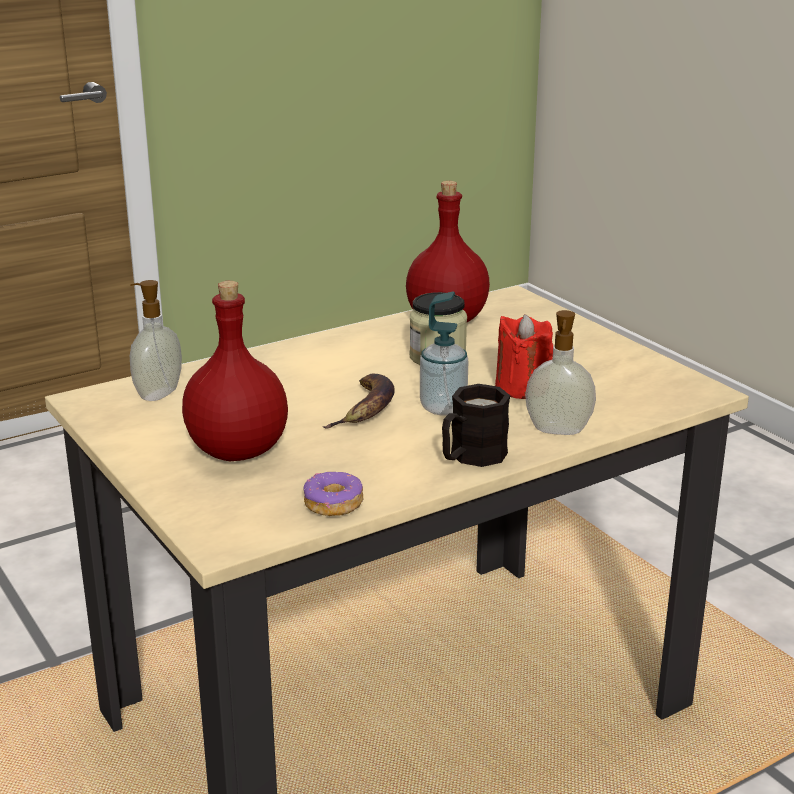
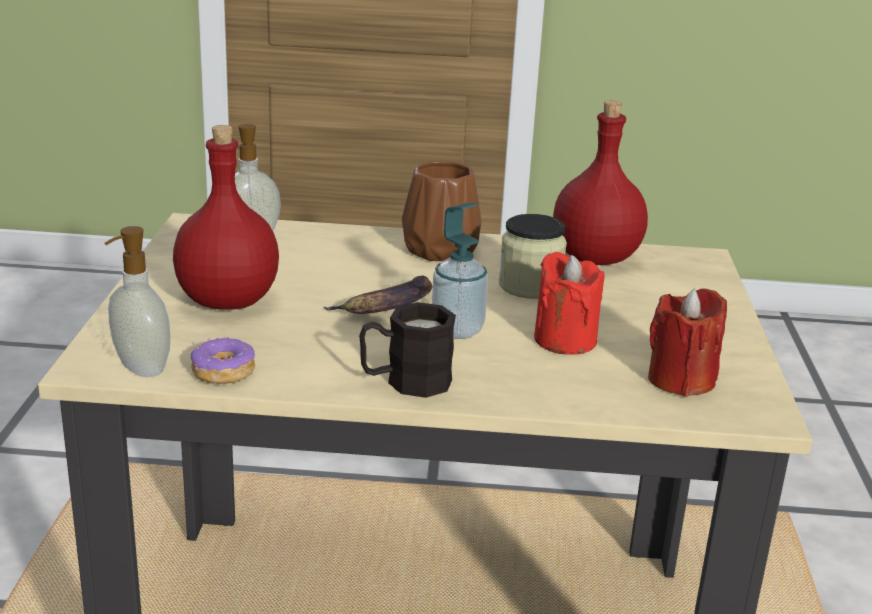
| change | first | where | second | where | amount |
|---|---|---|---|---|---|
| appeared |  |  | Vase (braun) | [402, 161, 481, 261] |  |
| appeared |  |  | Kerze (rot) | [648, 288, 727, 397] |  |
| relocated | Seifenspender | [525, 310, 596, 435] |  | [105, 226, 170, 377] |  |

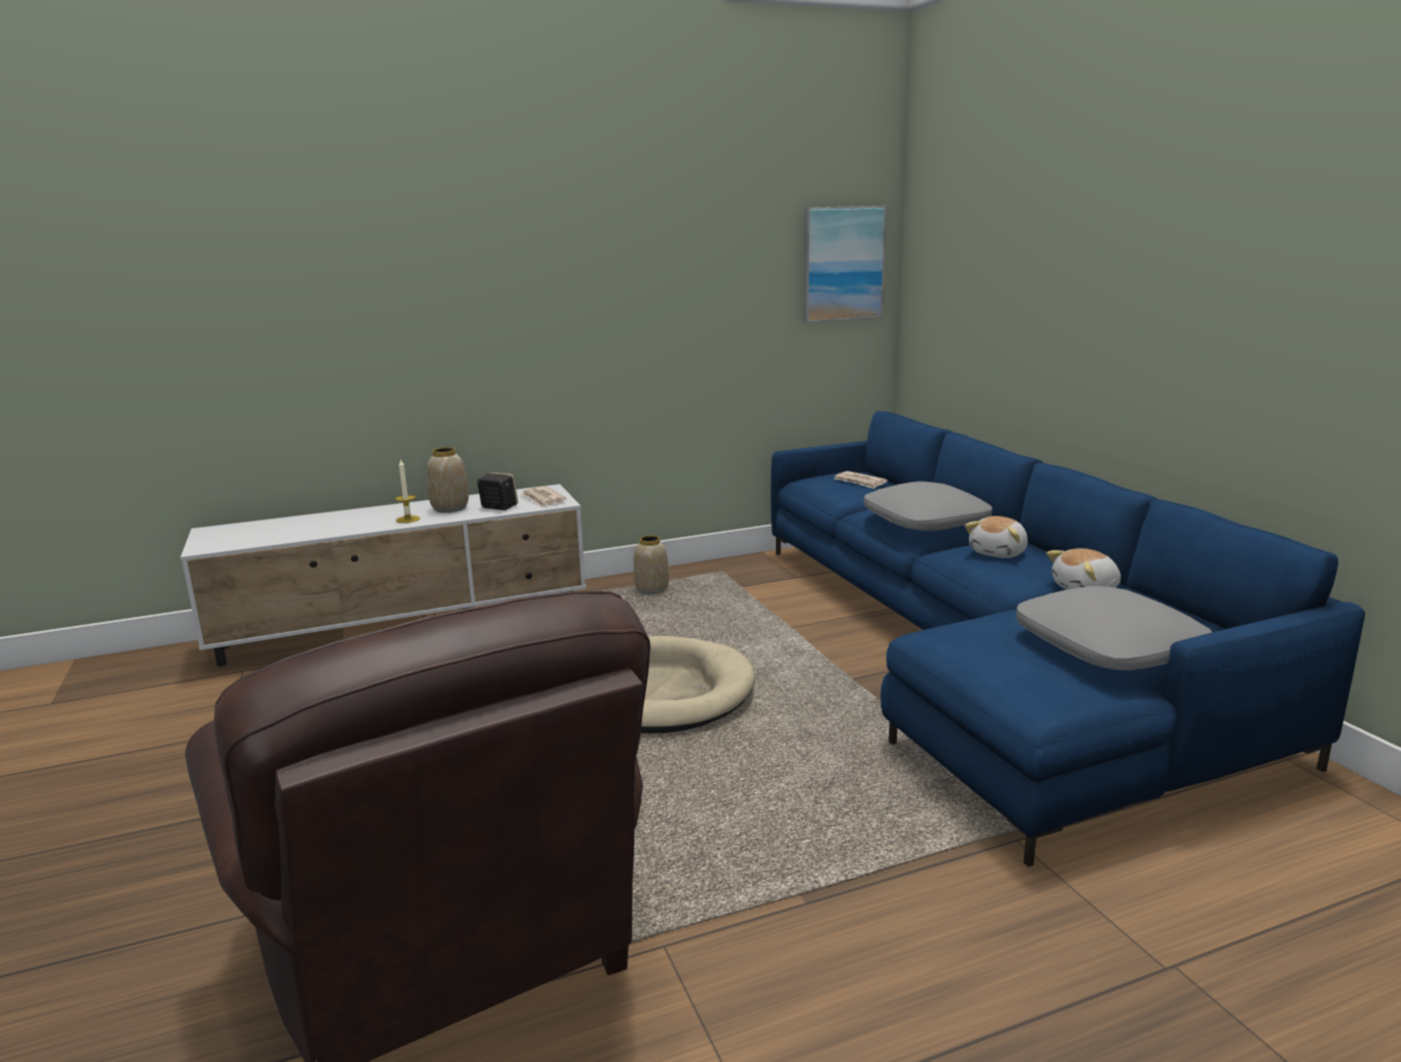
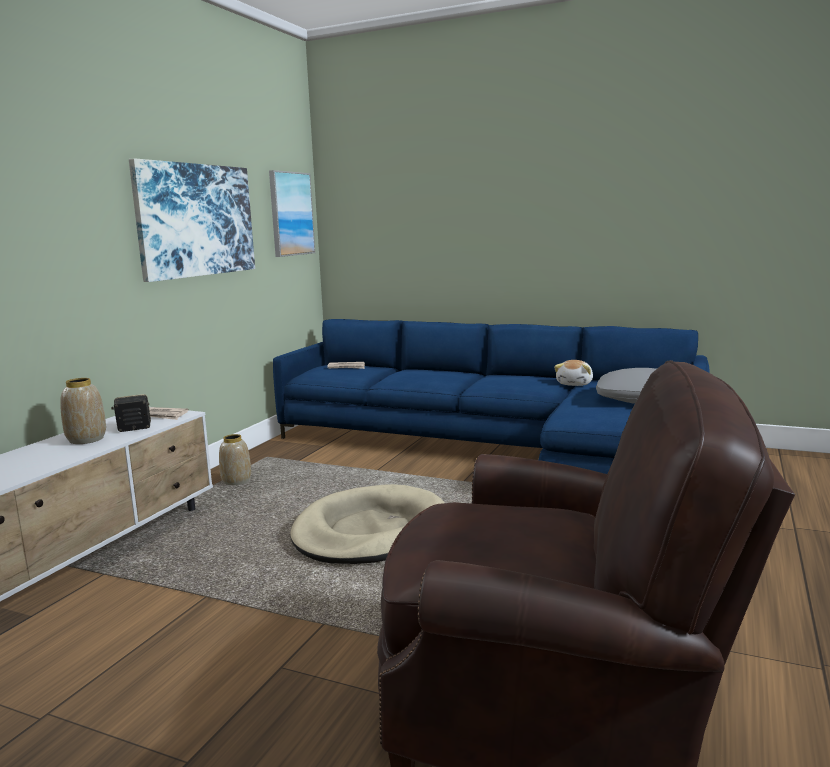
| change | first | where | second | where | amount |
|---|---|---|---|---|---|
| missing | Kerze | [395, 460, 420, 523] |  |  |  |
| missing | Kissen (grau) | [864, 481, 992, 531] |  |  |  |
| missing | Plüschtier | [965, 516, 1028, 558] |  |  |  |
| appeared |  |  | Bild | [129, 158, 255, 282] |  |

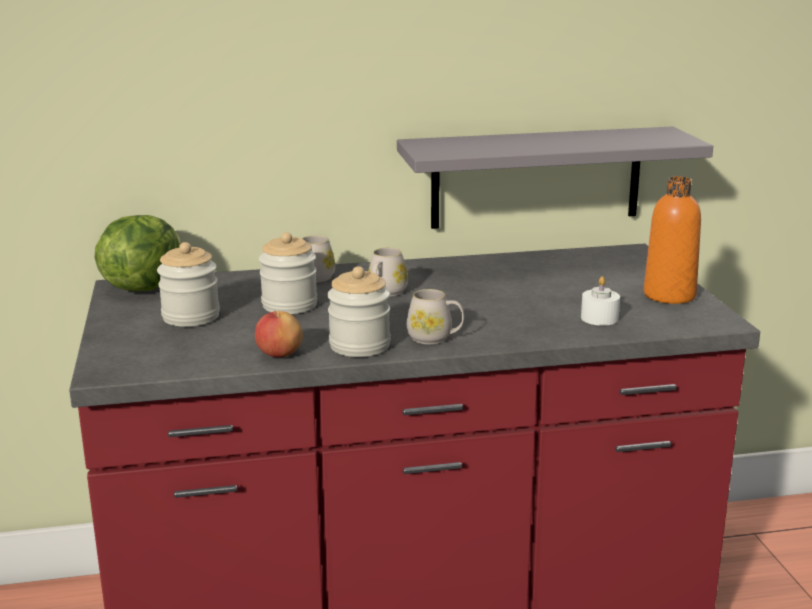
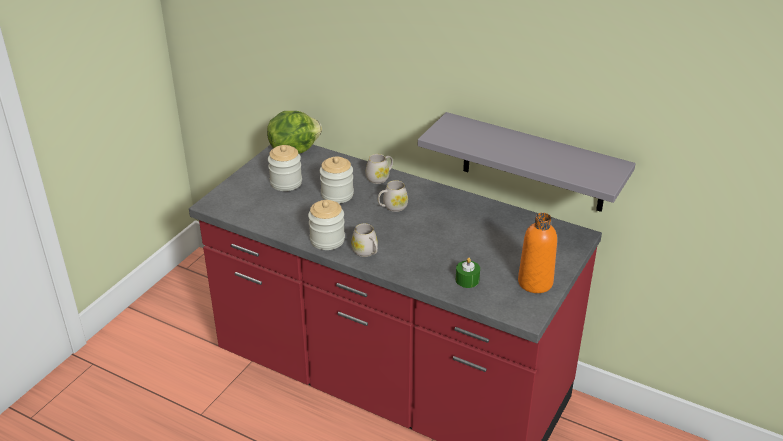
| change | first | where | second | where | amount |
|---|---|---|---|---|---|
| missing | Apfel | [255, 310, 303, 357] |  |  |  |
| colour | Kerze (weiß) | [581, 276, 620, 326] | Kerze (grün) | [456, 258, 480, 288] |  |

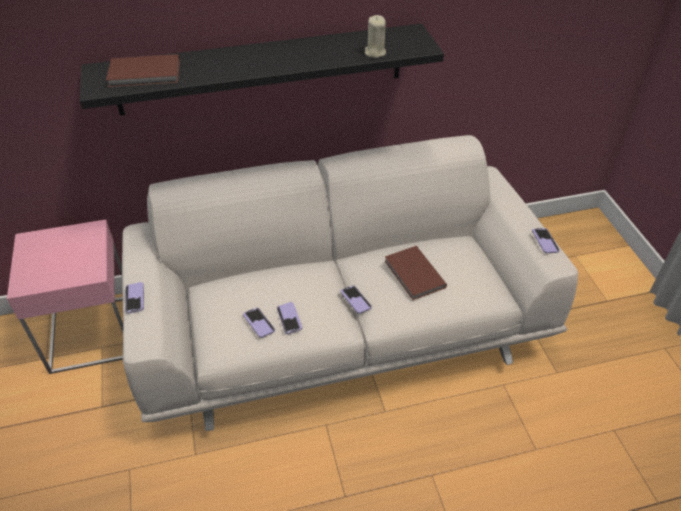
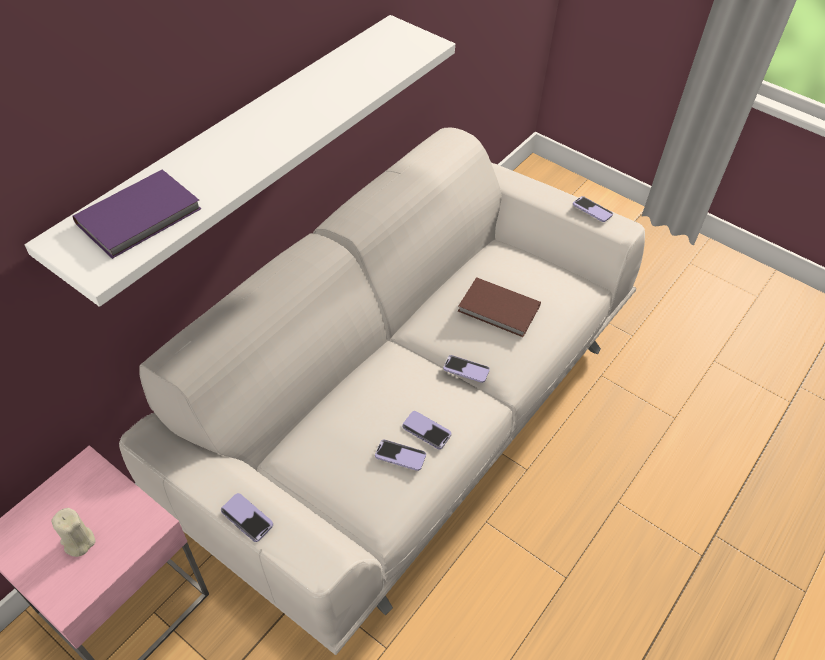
| change | first | where | second | where | amount |
|---|---|---|---|---|---|
| relocated | Kerze (beige) | [365, 15, 386, 58] |  | [51, 508, 95, 557] |  |
| colour | Wandregal (schwarz) | [80, 23, 444, 116] | Wandregal (weiß) | [25, 15, 455, 307] |  |
| colour | Buch (braun) | [106, 54, 180, 87] | Buch (lila) | [72, 170, 201, 259] |  |

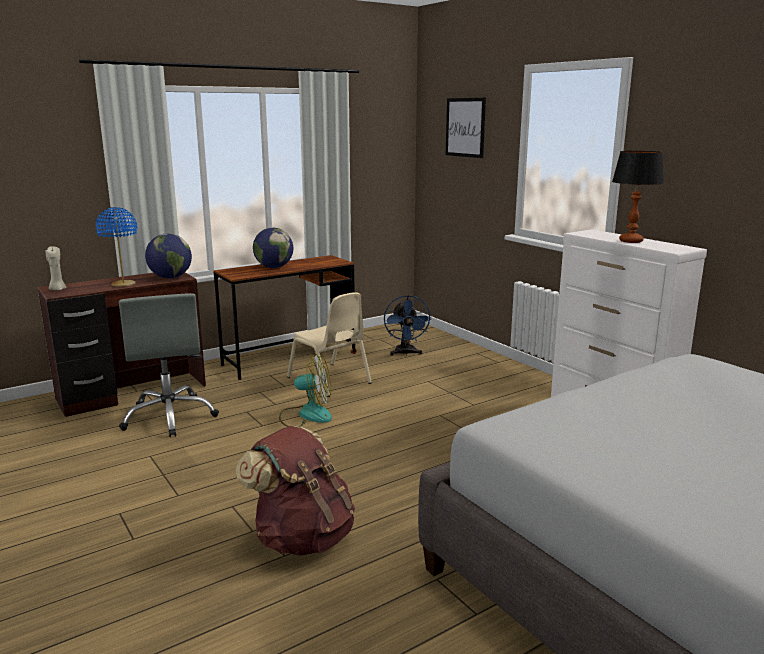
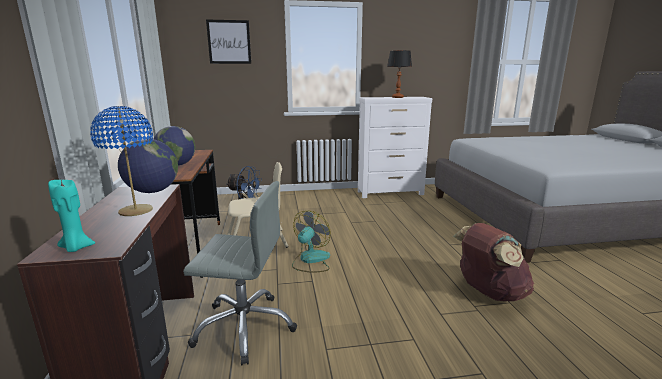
| change | first | where | second | where | amount |
|---|---|---|---|---|---|
| colour | Kerze (beige) | [46, 246, 67, 290] | Kerze (türkis) | [48, 180, 95, 252] |  |

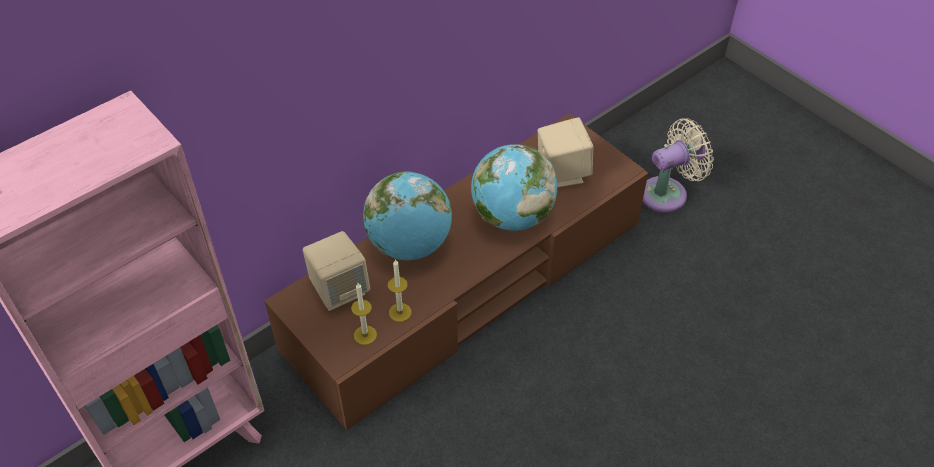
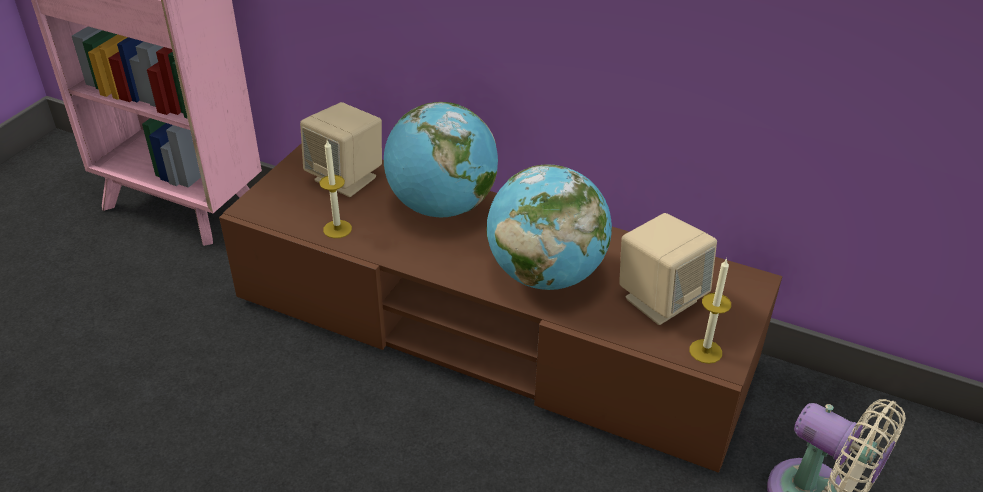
| change | first | where | second | where | amount |
|---|---|---|---|---|---|
| relocated | Kerze | [351, 283, 377, 345] |  | [689, 258, 731, 364] |  |

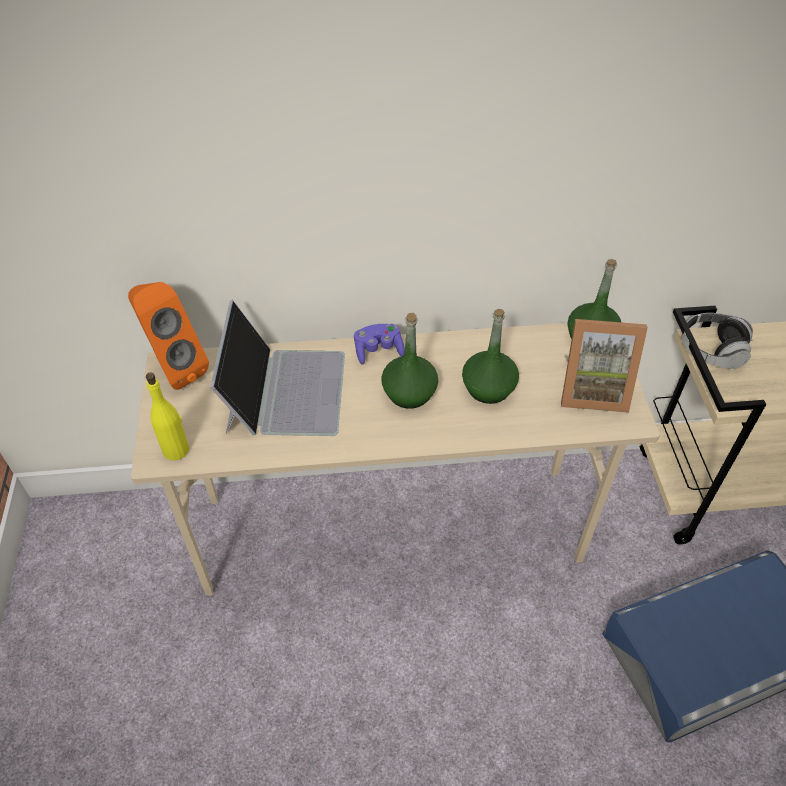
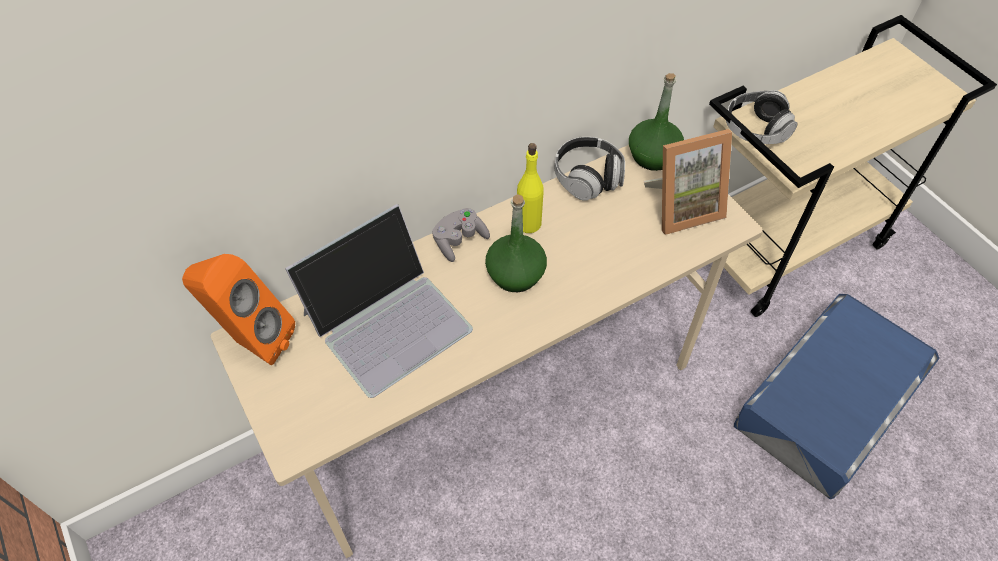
| change | first | where | second | where | amount |
|---|---|---|---|---|---|
| missing | Flasche (grün) | [462, 309, 519, 404] |  |  |  |
| appeared |  |  | Kopfhörer | [555, 137, 625, 201] |  |
| relocated | Flasche (gelb) | [146, 372, 189, 460] |  | [517, 143, 544, 233] |  |
| colour | Gamepad (lila) | [354, 324, 405, 364] | Gamepad (grau) | [432, 208, 490, 262] |  |
| spun | Laptop | [210, 300, 345, 436] |  | [285, 204, 473, 398] | 75 degrees clockwise |

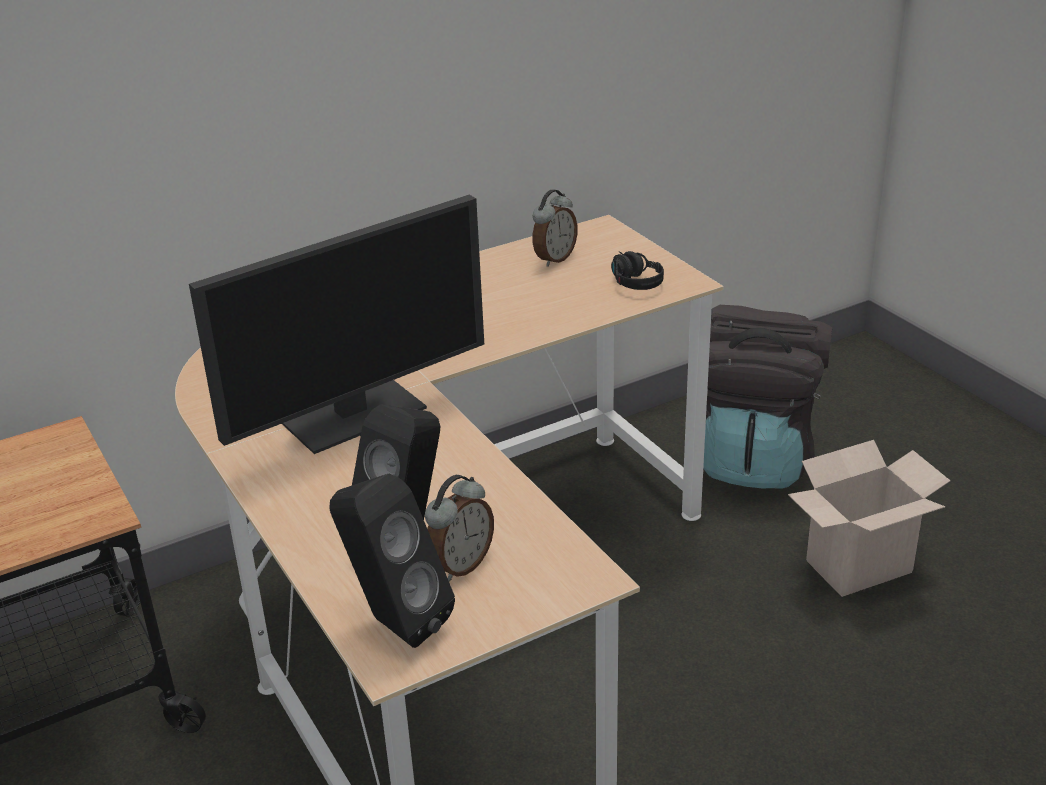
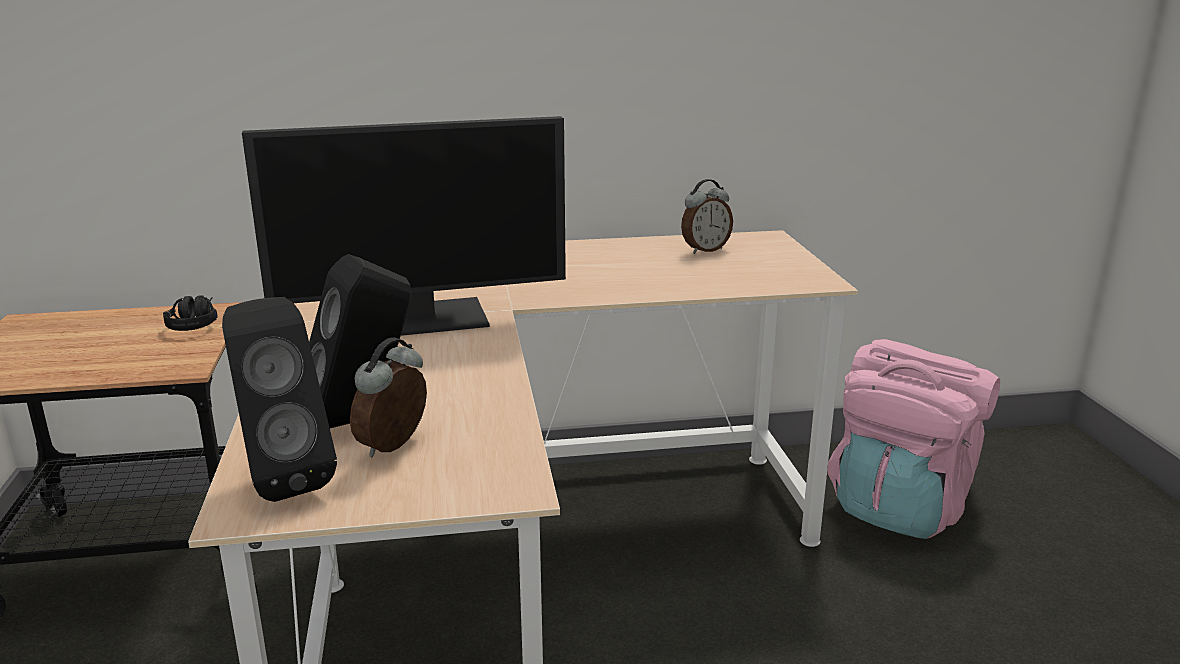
| change | first | where | second | where | amount |
|---|---|---|---|---|---|
| missing | Karton | [788, 440, 950, 597] |  |  |  |
| relocated | Kopfhörer (schwarz) | [611, 251, 664, 290] |  | [163, 295, 218, 331] |  |
| colour | Rucksack (schwarz) | [703, 305, 832, 489] | Rucksack (rosa) | [827, 339, 1000, 539] |  |
| spun | Wecker | [425, 475, 494, 582] |  | [350, 337, 427, 457] | 150 degrees clockwise |

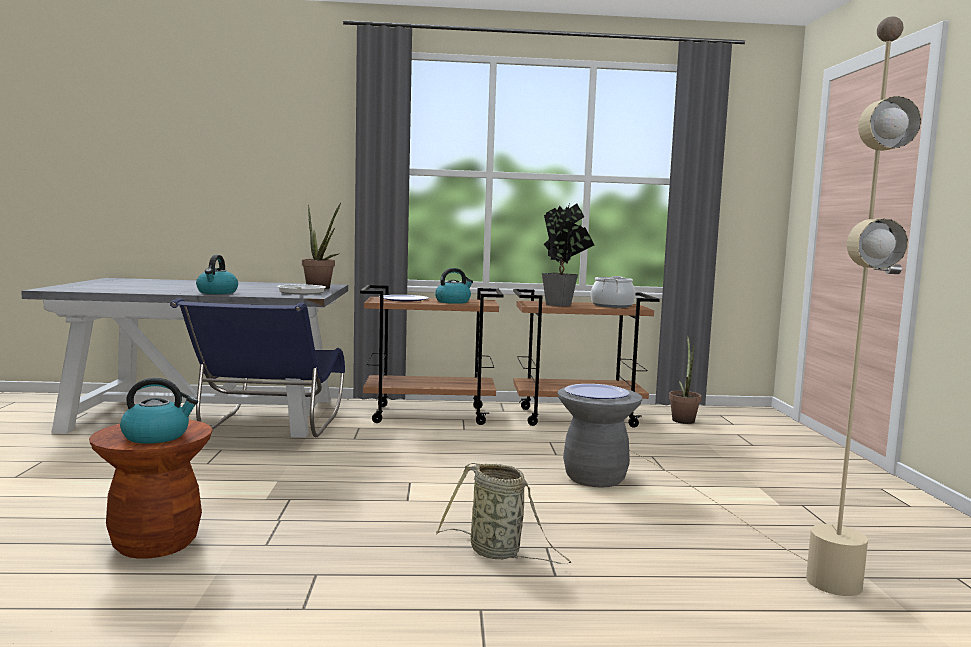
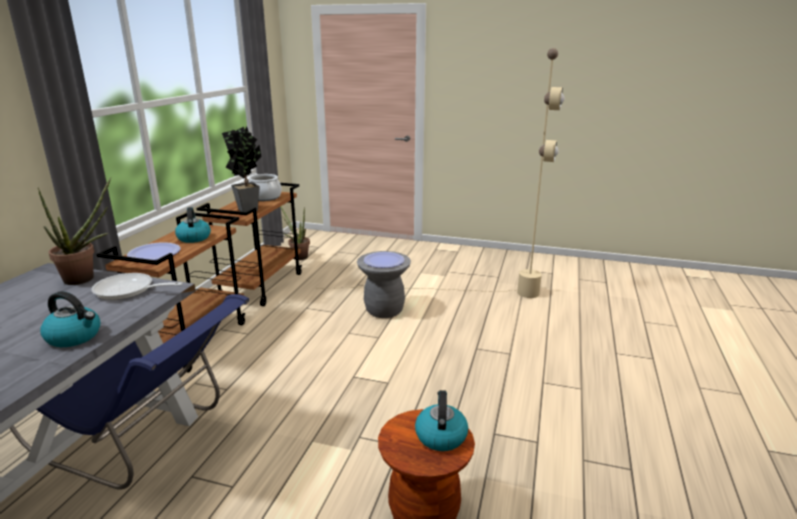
| change | first | where | second | where | amount |
|---|---|---|---|---|---|
| missing | Korb | [436, 463, 571, 564] |  |  |  |

